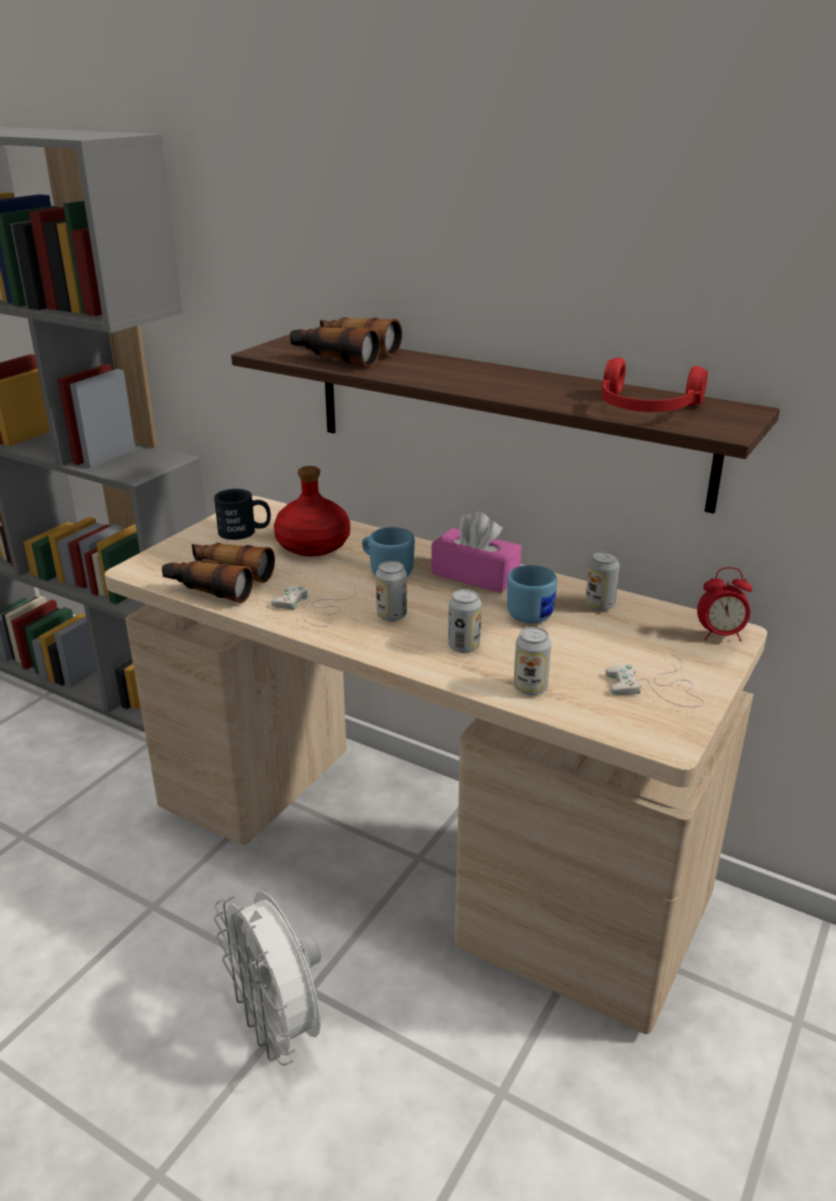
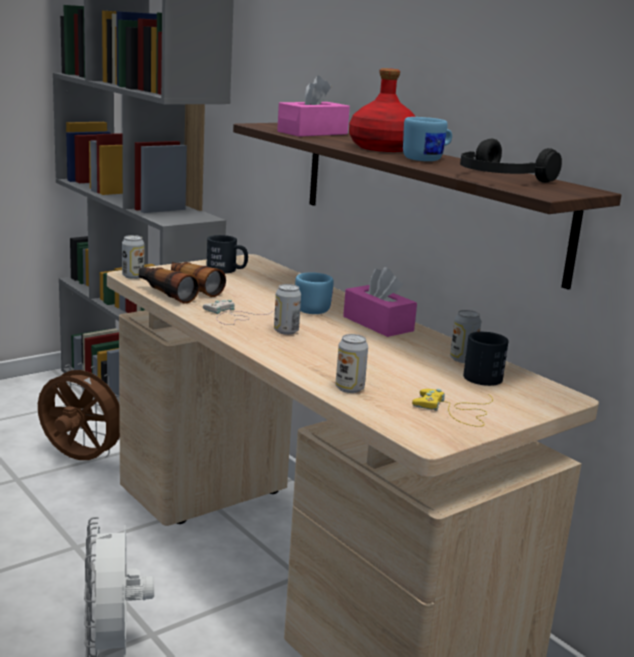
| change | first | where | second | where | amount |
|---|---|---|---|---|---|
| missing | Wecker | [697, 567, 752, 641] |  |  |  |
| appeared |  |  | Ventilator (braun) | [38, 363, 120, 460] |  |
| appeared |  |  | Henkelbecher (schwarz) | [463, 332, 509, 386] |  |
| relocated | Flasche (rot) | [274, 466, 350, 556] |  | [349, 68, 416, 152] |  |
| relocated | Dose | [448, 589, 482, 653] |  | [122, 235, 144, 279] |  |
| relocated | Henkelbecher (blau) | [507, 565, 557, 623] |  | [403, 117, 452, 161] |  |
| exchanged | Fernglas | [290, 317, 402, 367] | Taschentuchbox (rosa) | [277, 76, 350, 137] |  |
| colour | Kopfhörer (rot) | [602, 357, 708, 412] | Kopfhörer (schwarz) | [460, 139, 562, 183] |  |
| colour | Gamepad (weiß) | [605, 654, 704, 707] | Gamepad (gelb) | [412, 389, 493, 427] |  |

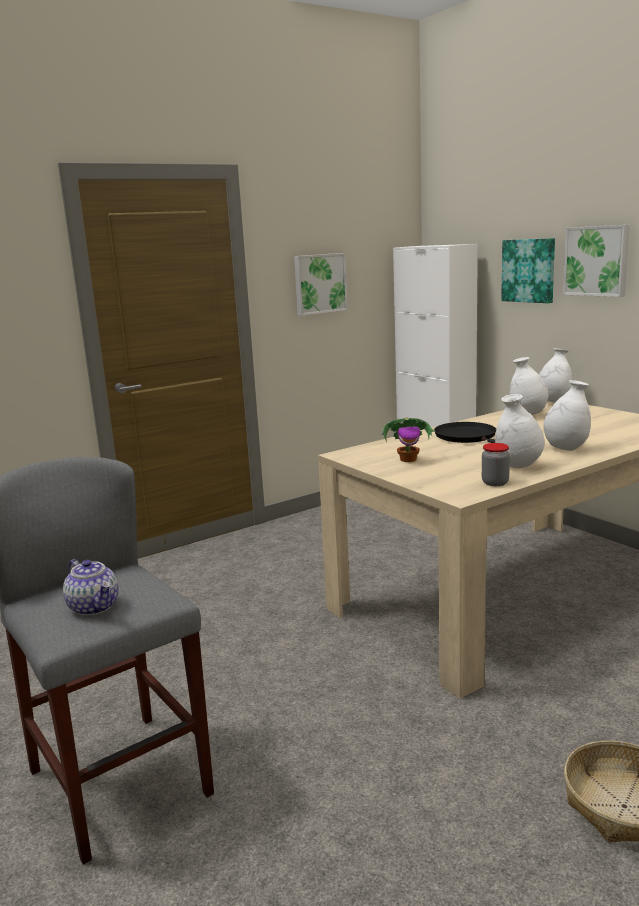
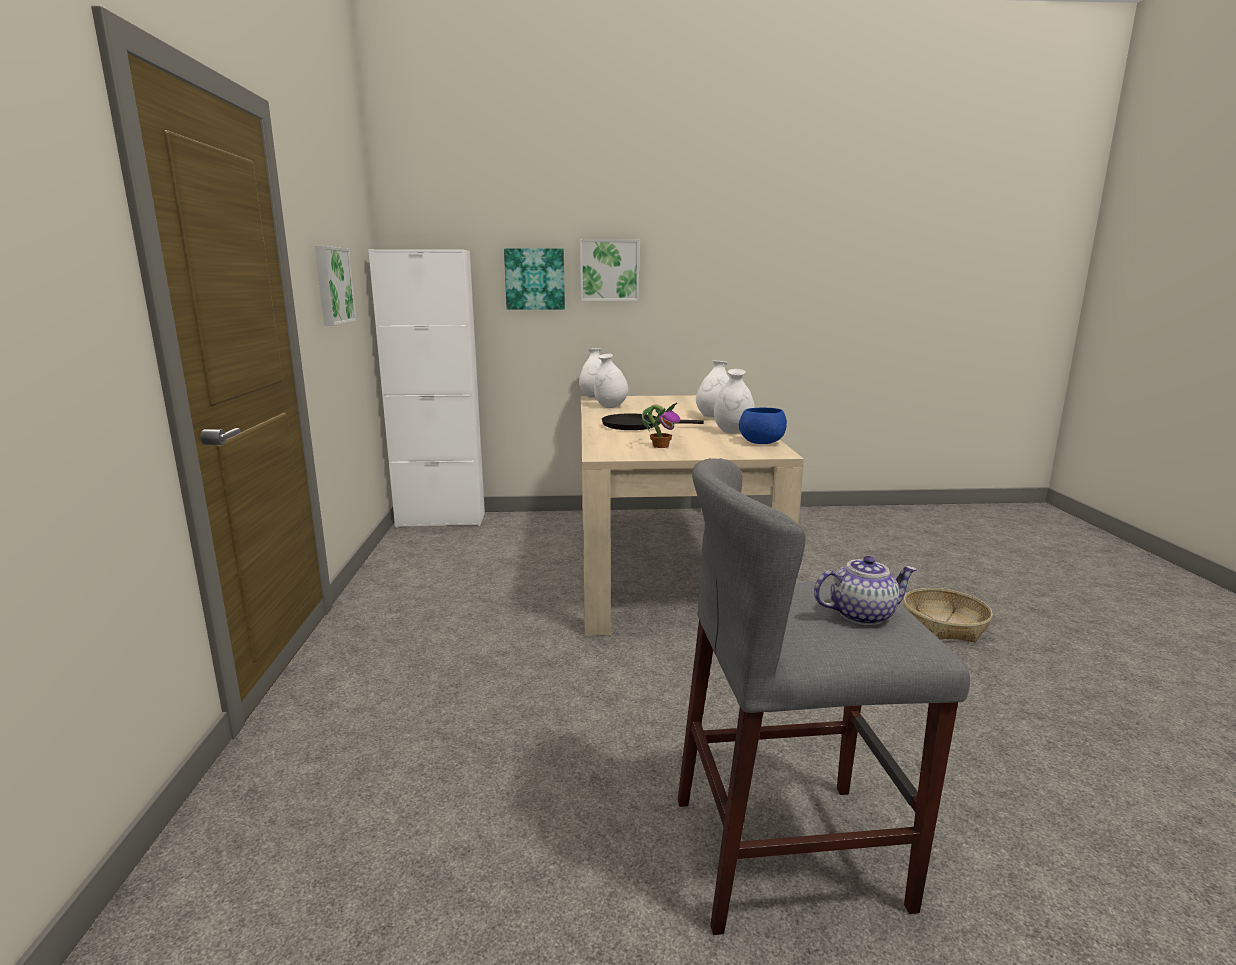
| change | first | where | second | where | amount |
|---|---|---|---|---|---|
| exchanged | Vorratsglas | [482, 443, 510, 486] | Schüssel (blau) | [739, 408, 787, 444] |  |

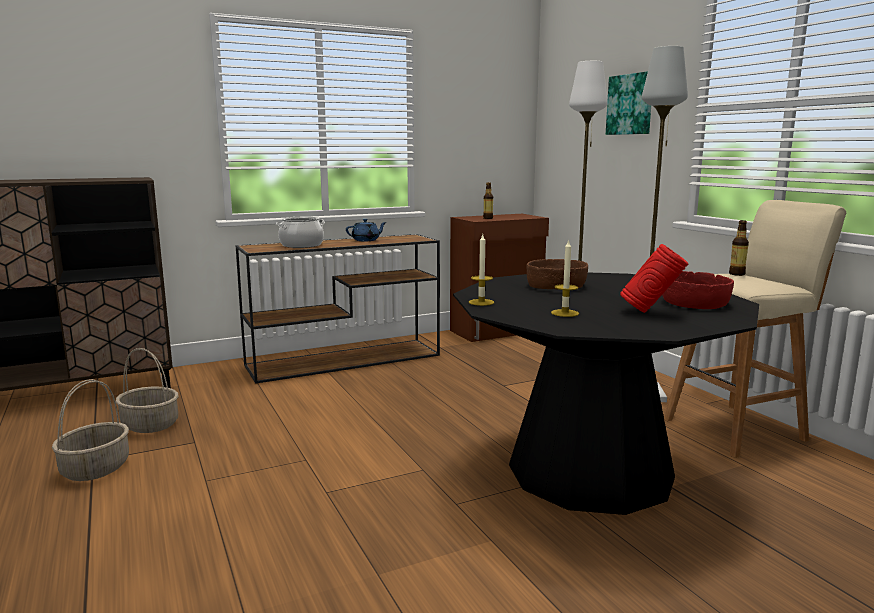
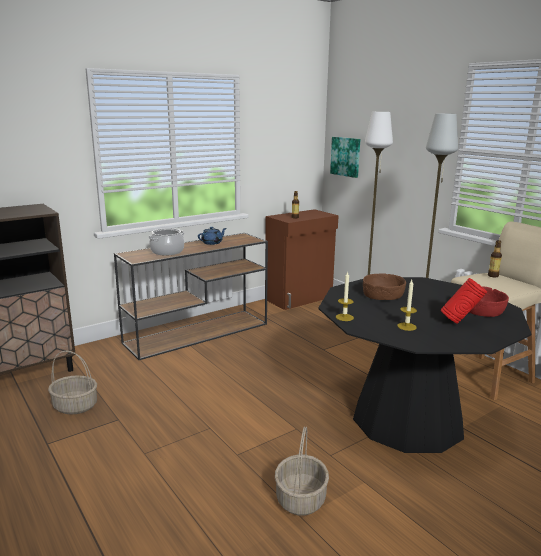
| change | first | where | second | where | amount |
|---|---|---|---|---|---|
| relocated | Korb | [52, 379, 129, 481] |  | [275, 427, 329, 515] |  |
| relocated | Bild | [606, 71, 651, 135] |  | [330, 137, 360, 178] |  |

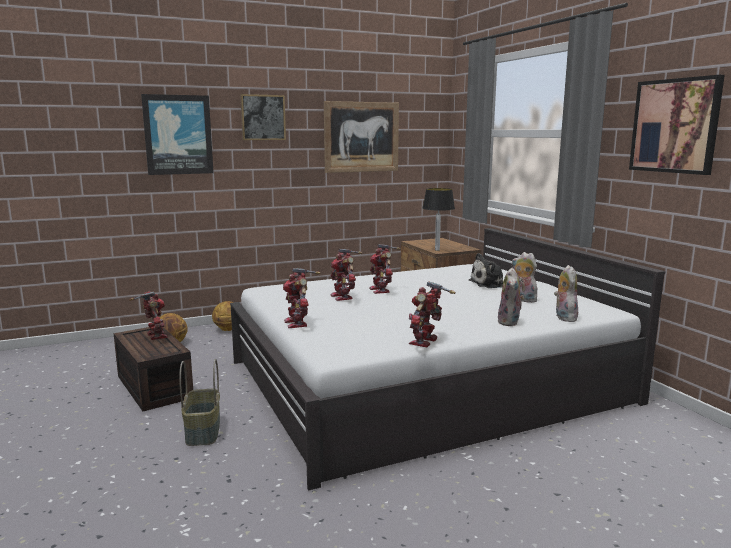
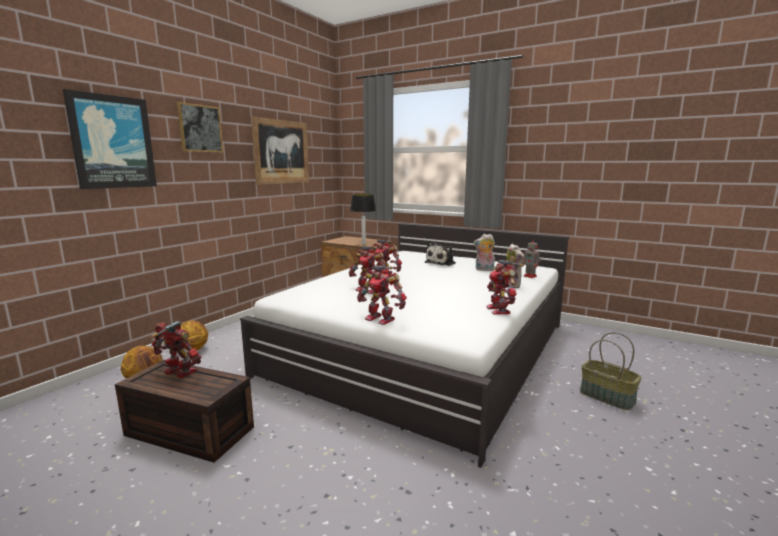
| change | first | where | second | where | amount |
|---|---|---|---|---|---|
| missing | Bild | [629, 75, 725, 175] |  |  |  |
| relocated | Korb | [179, 359, 220, 446] |  | [580, 332, 642, 410] |  |
| exchanged | Plüschtier | [554, 265, 578, 322] | Spielzeugroboter | [523, 238, 541, 278] |  |

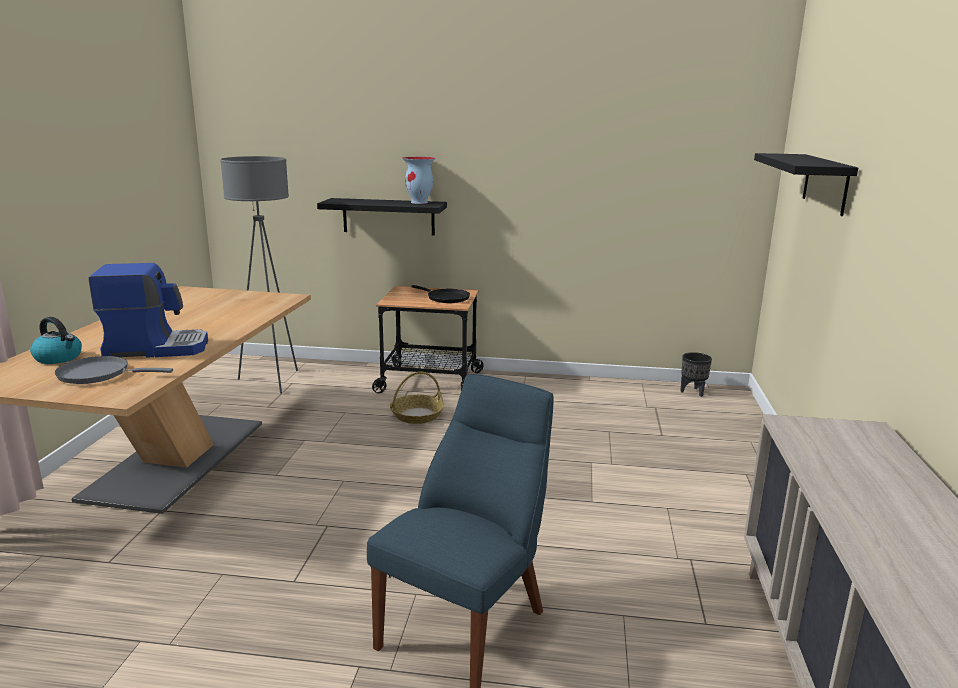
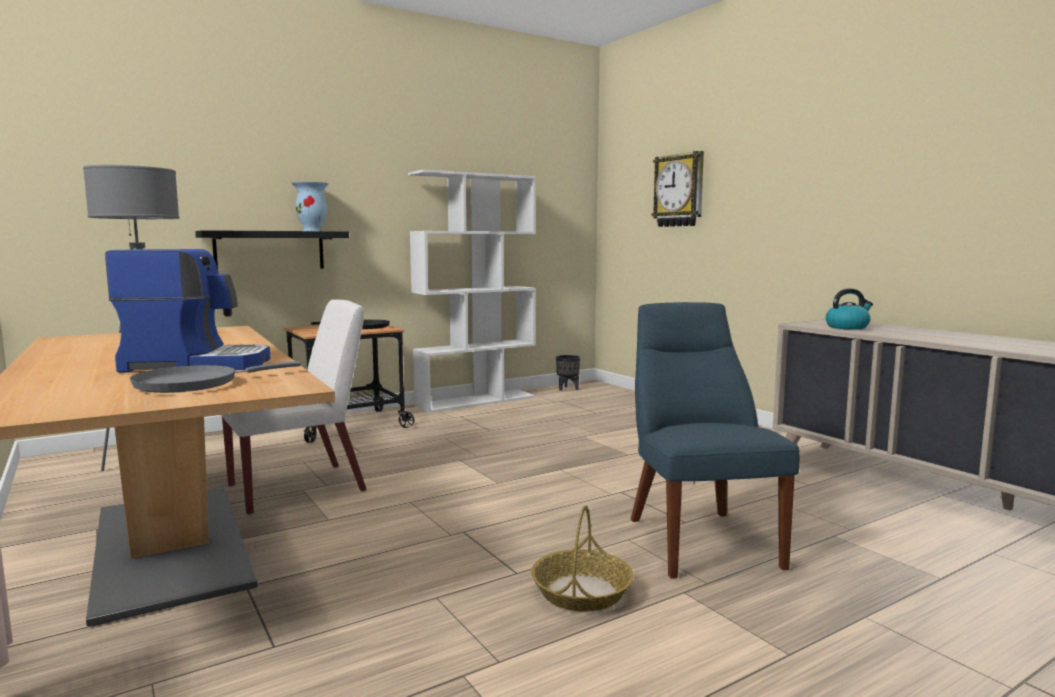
| change | first | where | second | where | amount |
|---|---|---|---|---|---|
| appeared |  |  | Stuhl (weiß) | [221, 299, 367, 515] |  |
| appeared |  |  | Bücherregal (weiß) | [408, 170, 536, 413] |  |
| relocated | Wasserkessel | [30, 317, 82, 364] |  | [826, 288, 873, 330] |  |
| relocated | Korb | [390, 372, 444, 424] |  | [531, 505, 634, 612] |  |
| exchanged | Wandregal (schwarz) | [754, 153, 858, 216] | Wanduhr | [652, 151, 704, 227] |  |
| spun | Kaffeemaschine | [89, 263, 208, 358] |  | [105, 249, 270, 373] | 45 degrees clockwise |

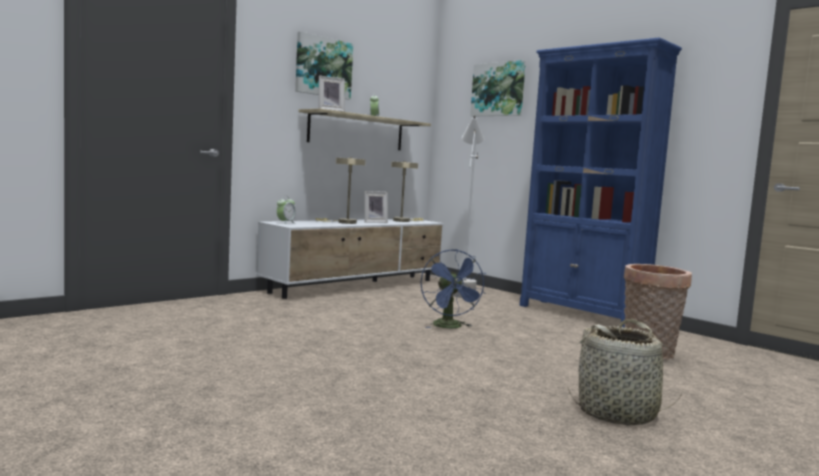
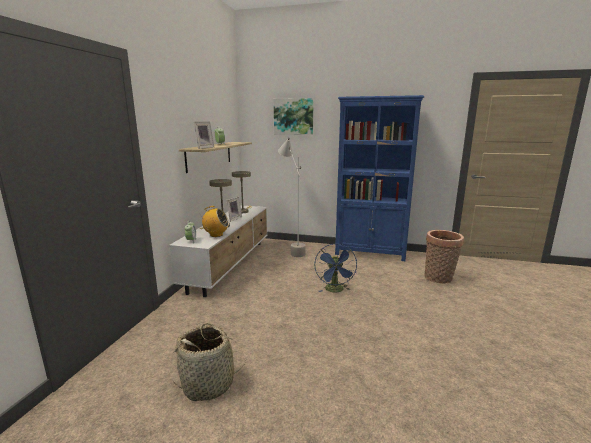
| change | first | where | second | where | amount |
|---|---|---|---|---|---|
| missing | Bild | [295, 31, 353, 100] |  |  |  |
| appeared |  |  | Radio | [201, 206, 229, 237] |  |
| relocated | Korb | [568, 319, 685, 425] |  | [172, 323, 246, 401] |  |
| spun | Ventilator (blau) | [421, 249, 486, 328] |  | [314, 244, 357, 293] | 45 degrees clockwise |

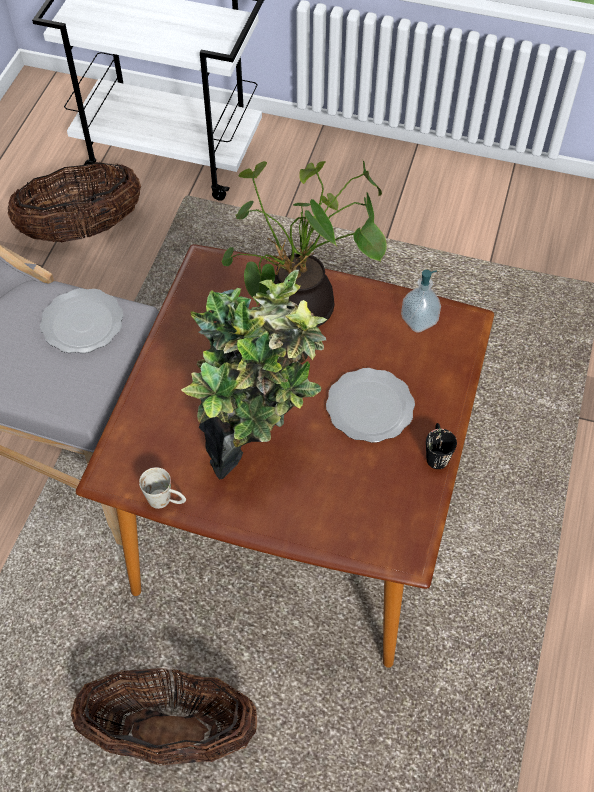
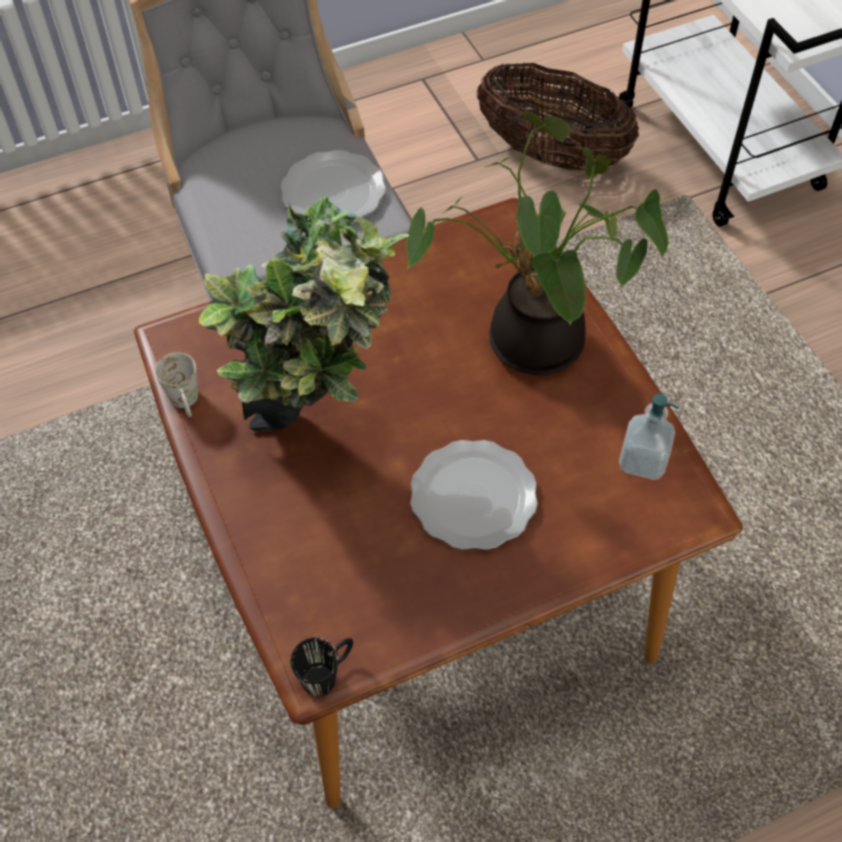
| change | first | where | second | where | amount |
|---|---|---|---|---|---|
| missing | Korb | [71, 668, 257, 765] |  |  |  |
| relocated | Henkelbecher (schwarz) | [426, 423, 457, 469] |  | [291, 637, 353, 696] |  |

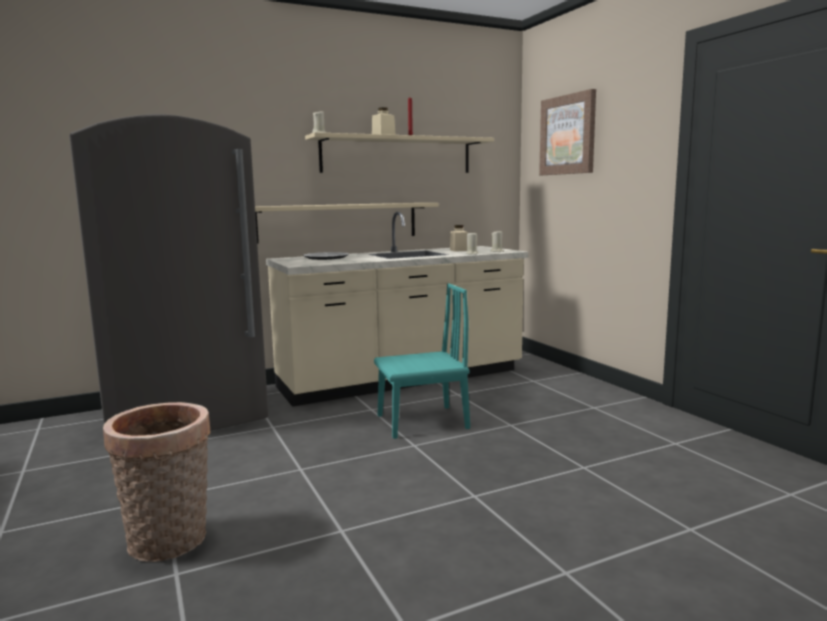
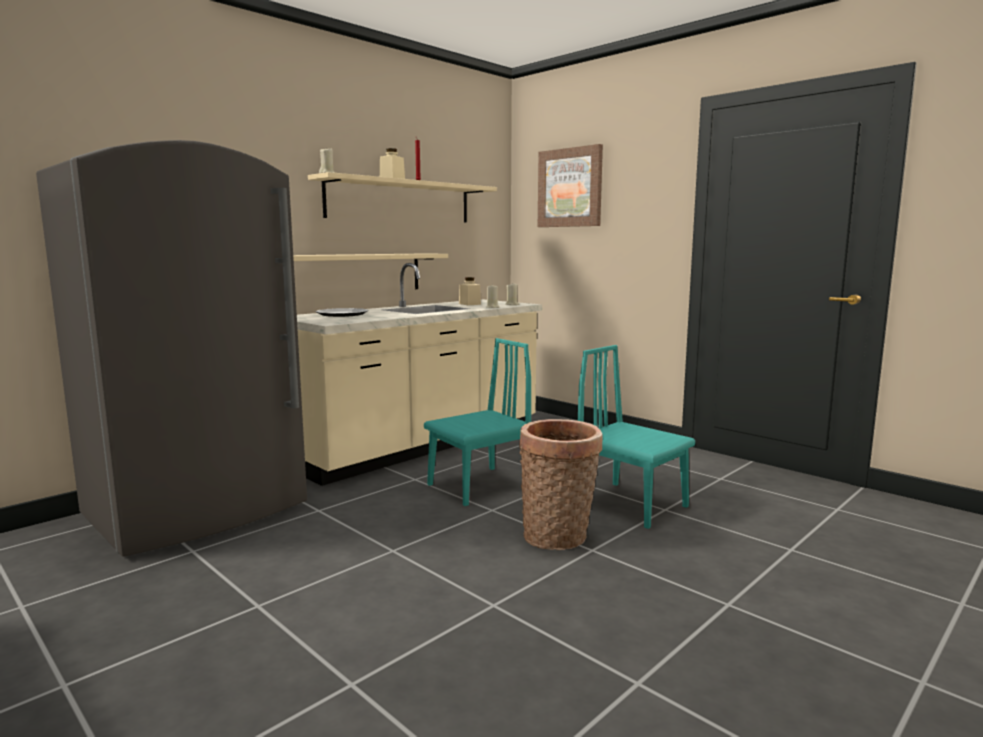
| change | first | where | second | where | amount |
|---|---|---|---|---|---|
| appeared |  |  | Stuhl (türkis) | [578, 345, 695, 529] |  |
| relocated | Korb | [103, 402, 211, 562] |  | [519, 419, 603, 550] |  |

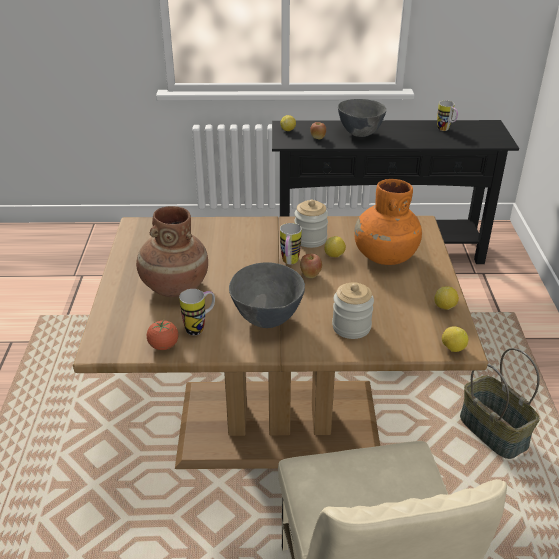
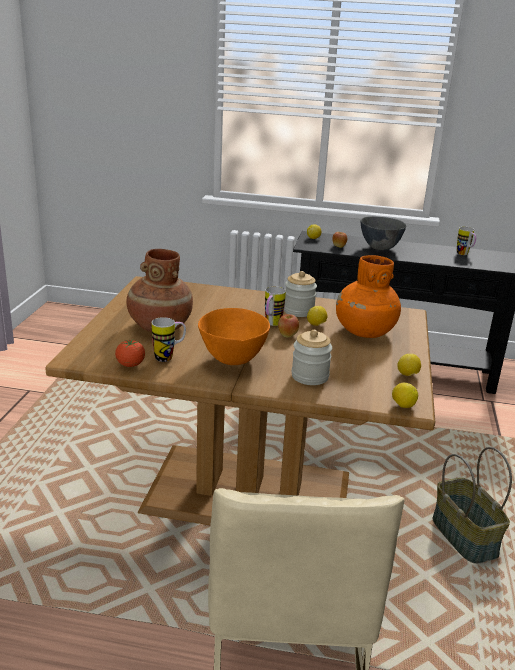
| change | first | where | second | where | amount |
|---|---|---|---|---|---|
| colour | Schüssel (grau) | [229, 262, 305, 328] | Schüssel (orange) | [198, 308, 270, 365] |  |

